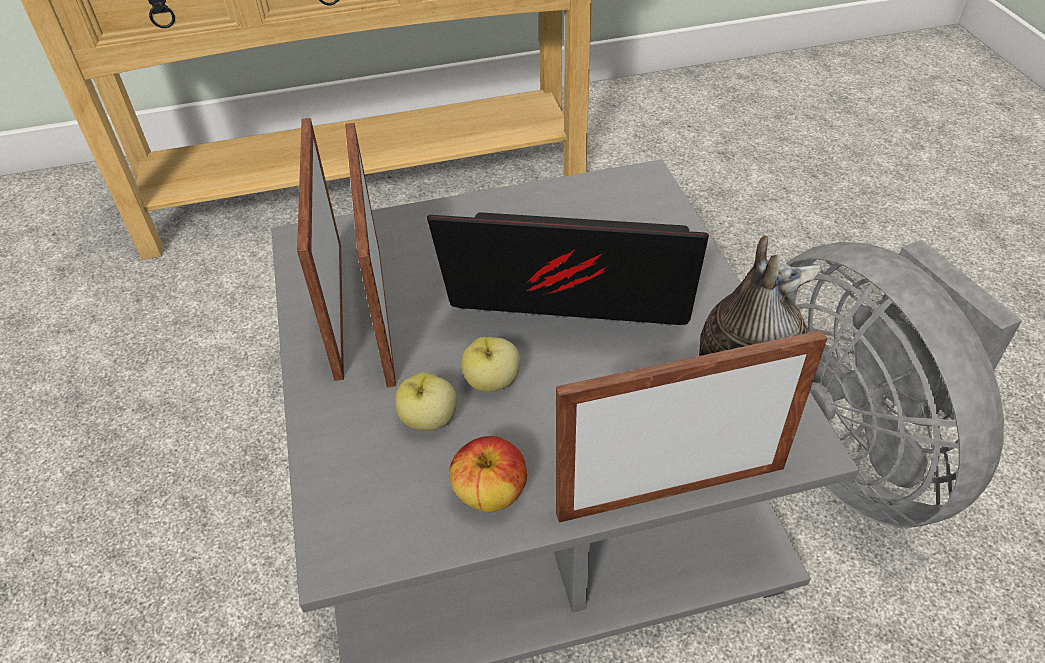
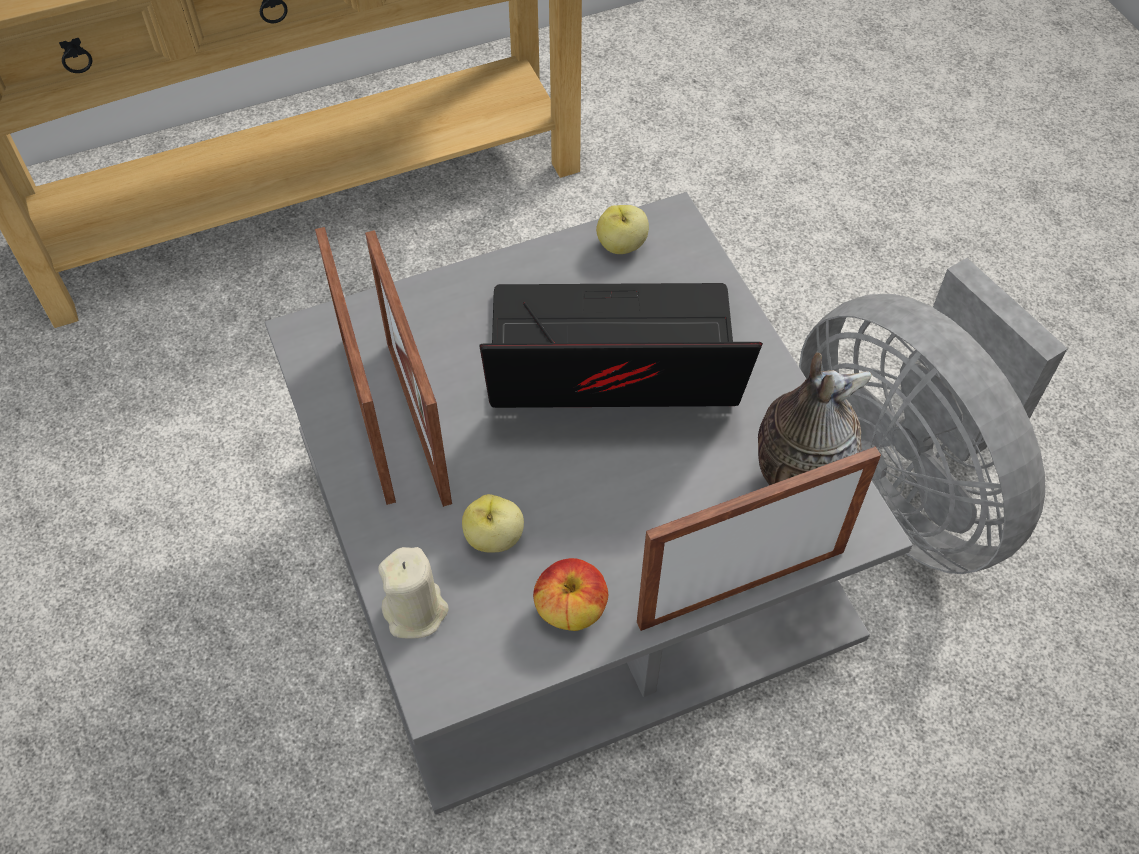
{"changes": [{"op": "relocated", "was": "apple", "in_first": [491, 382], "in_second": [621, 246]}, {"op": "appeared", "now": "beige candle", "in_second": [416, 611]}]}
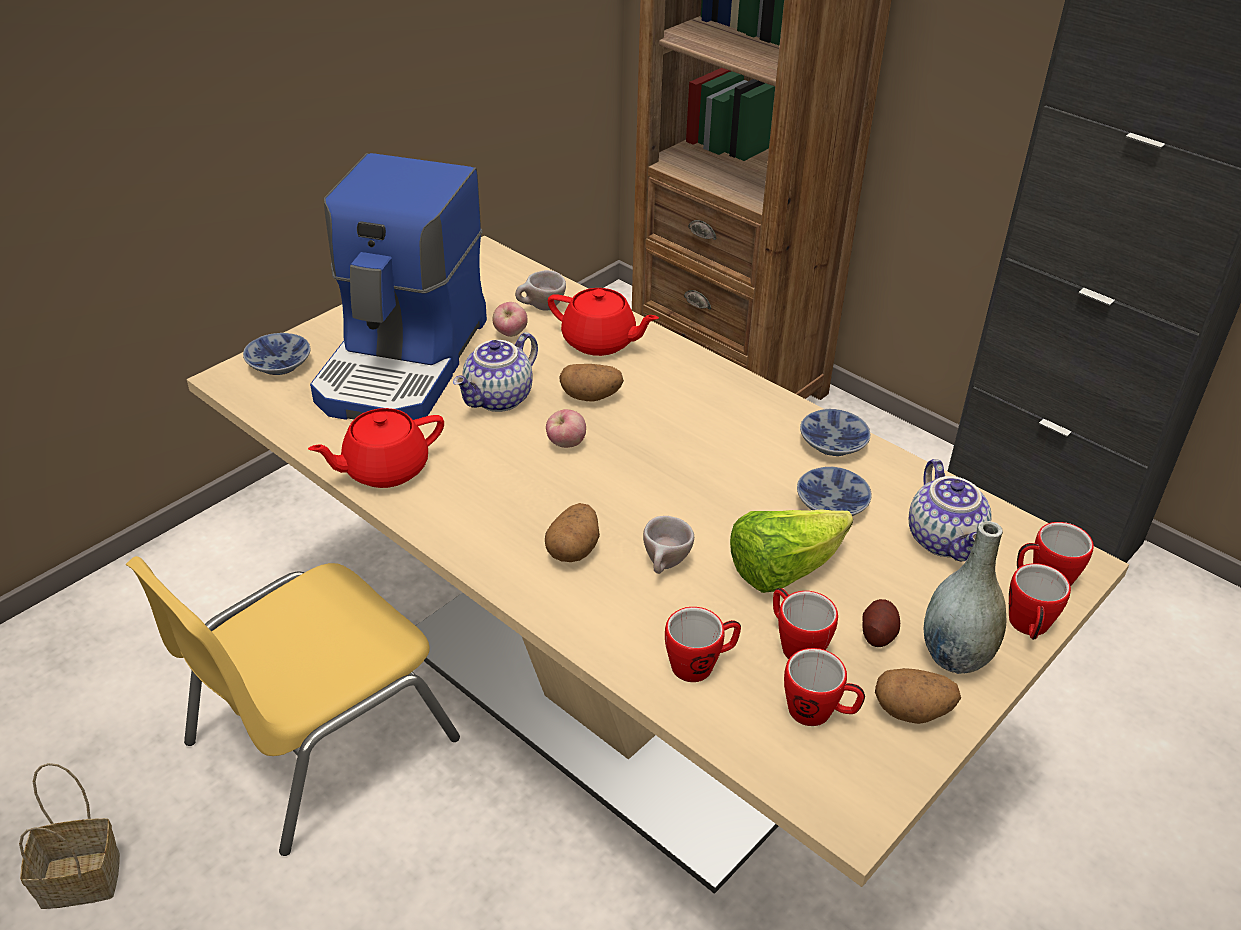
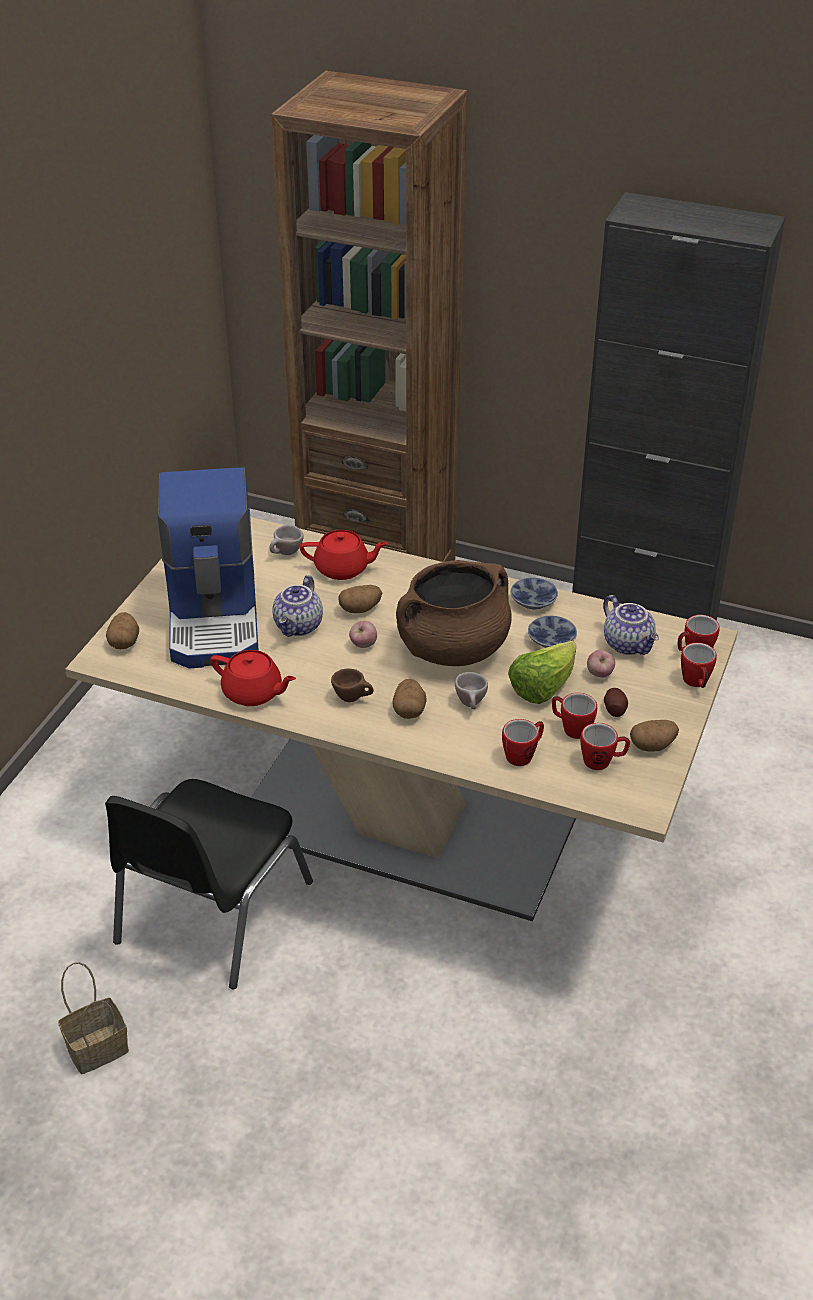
{"changes": [{"op": "colour", "was": "yellow chair", "now": "black chair", "in_first": [316, 741], "in_second": [210, 913]}, {"op": "exchanged", "was": "bowl", "now": "potato", "in_first": [277, 365], "in_second": [124, 642]}, {"op": "spun", "was": "red teapot", "in_first": [384, 469], "in_second": [253, 693], "clockwise": -105}, {"op": "relocated", "was": "apple", "in_first": [510, 334], "in_second": [599, 674]}, {"op": "missing", "was": "grey vase", "in_first": [955, 656]}, {"op": "appeared", "now": "brown cup", "in_second": [353, 698]}, {"op": "appeared", "now": "brown cooking pot", "in_second": [452, 649]}]}
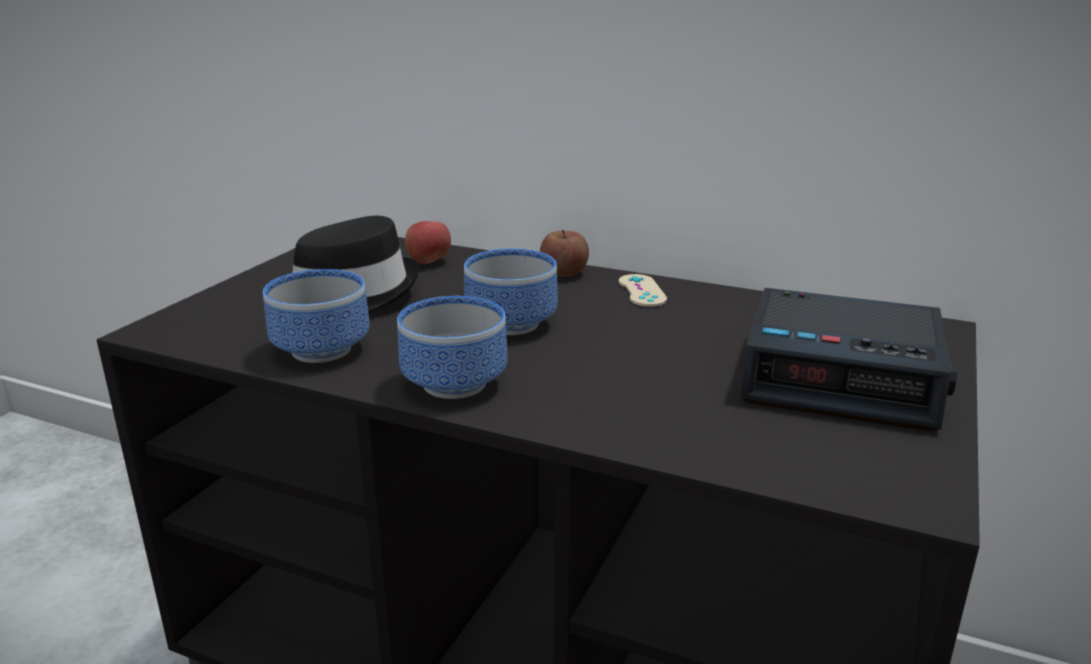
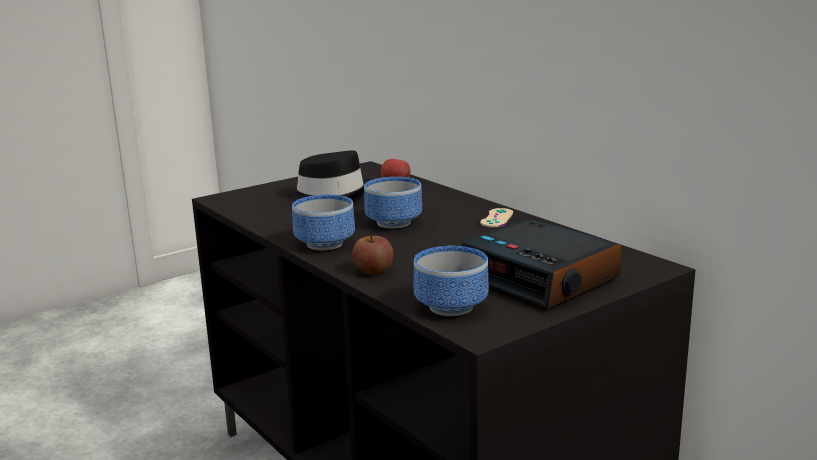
{"changes": [{"op": "relocated", "was": "bowl", "in_first": [324, 351], "in_second": [452, 308]}, {"op": "relocated", "was": "apple", "in_first": [564, 273], "in_second": [373, 270]}]}
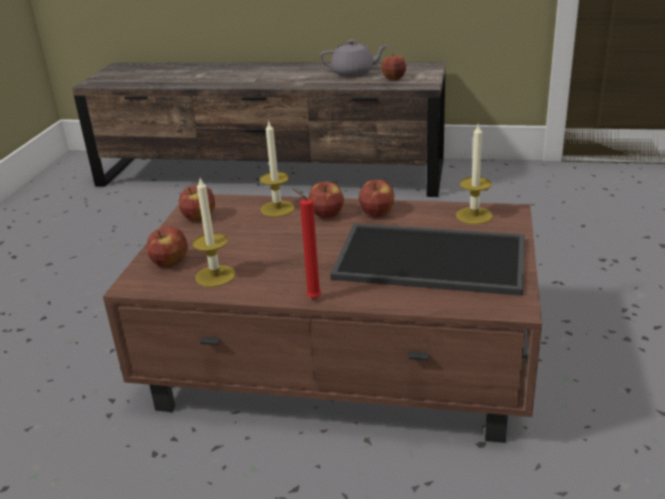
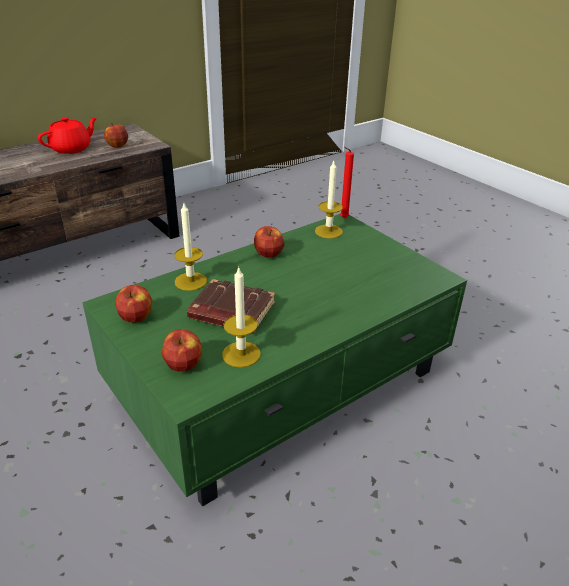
{"changes": [{"op": "colour", "was": "brown coffee table", "now": "green coffee table", "in_first": [343, 363], "in_second": [283, 382]}, {"op": "relocated", "was": "red candle", "in_first": [311, 298], "in_second": [342, 218]}, {"op": "missing", "was": "apple", "in_first": [327, 214]}, {"op": "colour", "was": "grey teapot", "now": "red teapot", "in_first": [353, 73], "in_second": [72, 149]}, {"op": "missing", "was": "tray", "in_first": [433, 257]}, {"op": "appeared", "now": "brown book", "in_second": [230, 312]}]}
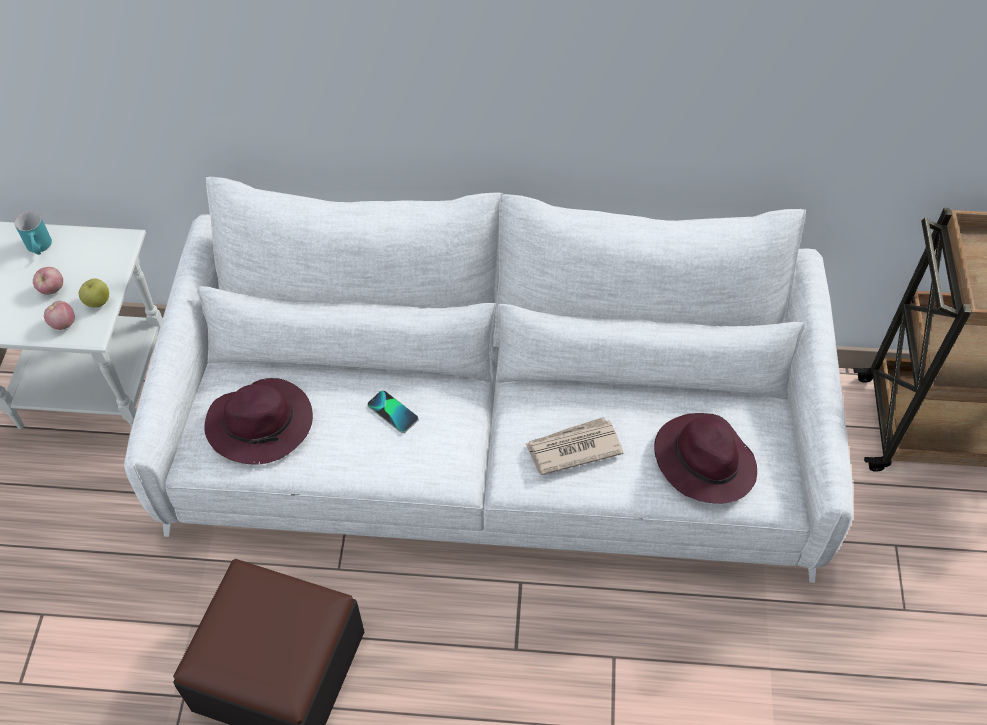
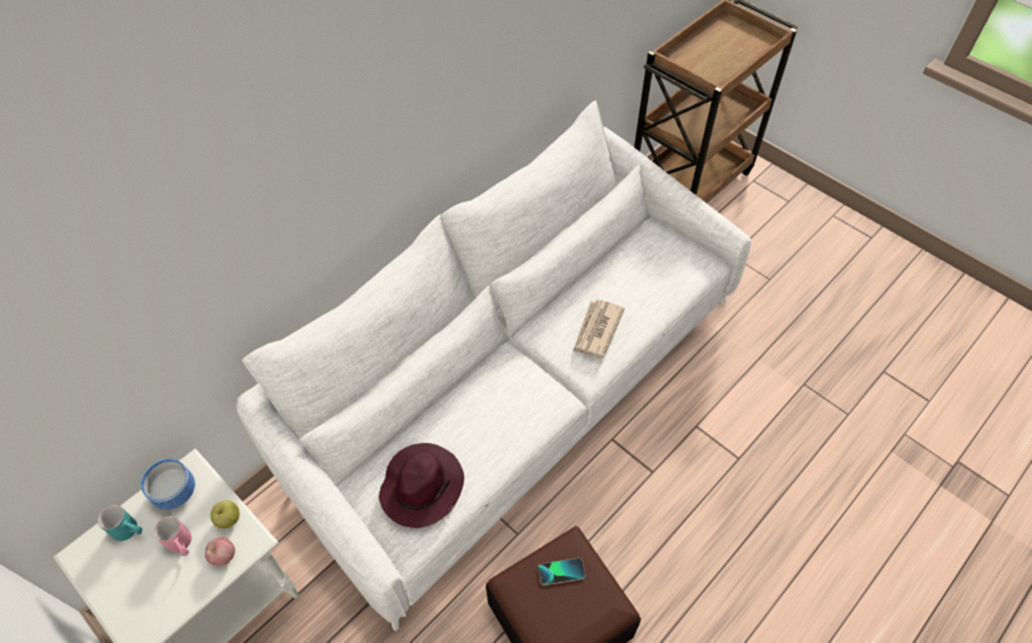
{"changes": [{"op": "exchanged", "was": "apple", "now": "pink mug", "in_first": [52, 289], "in_second": [182, 545]}, {"op": "relocated", "was": "phone", "in_first": [393, 412], "in_second": [561, 571]}, {"op": "missing", "was": "purple hat", "in_first": [703, 460]}, {"op": "appeared", "now": "bowl", "in_second": [177, 490]}]}
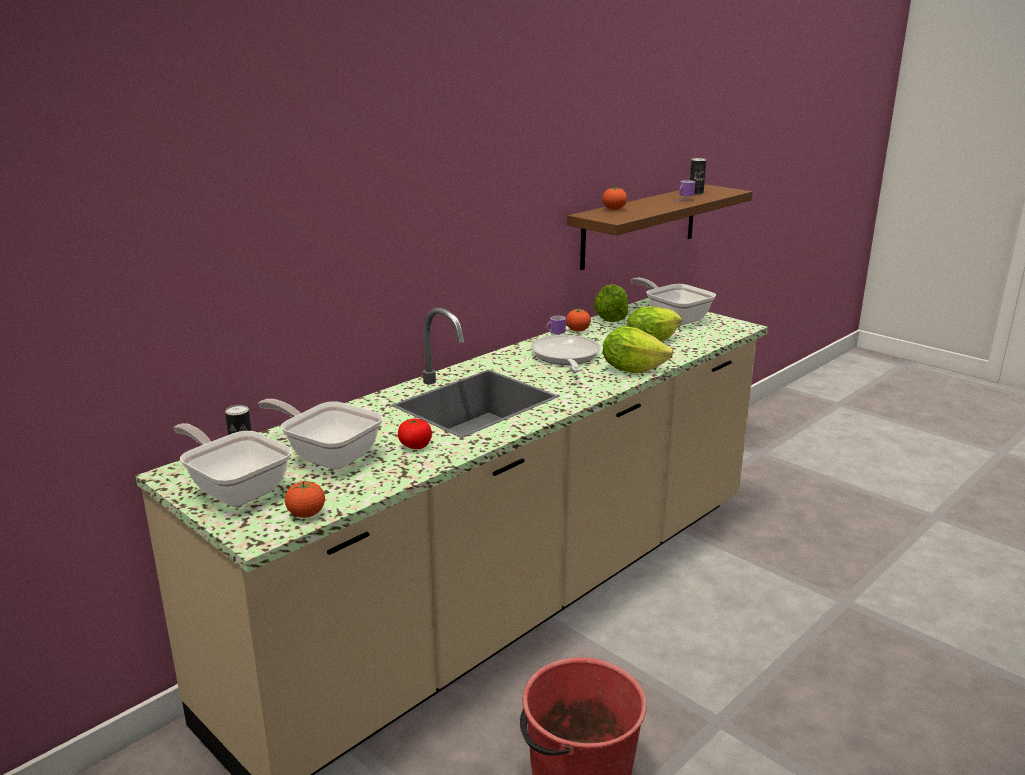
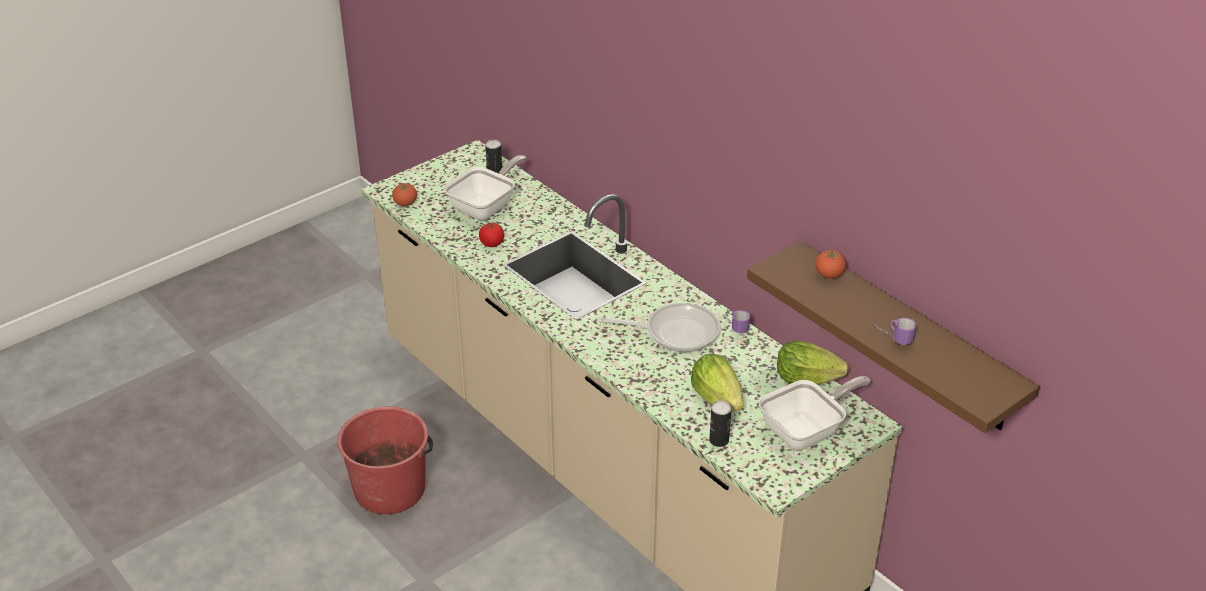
{"changes": [{"op": "missing", "was": "frying pan", "in_first": [235, 489]}, {"op": "missing", "was": "tomato", "in_first": [577, 331]}, {"op": "missing", "was": "lettuce", "in_first": [632, 369]}, {"op": "relocated", "was": "can", "in_first": [696, 193], "in_second": [719, 440]}]}
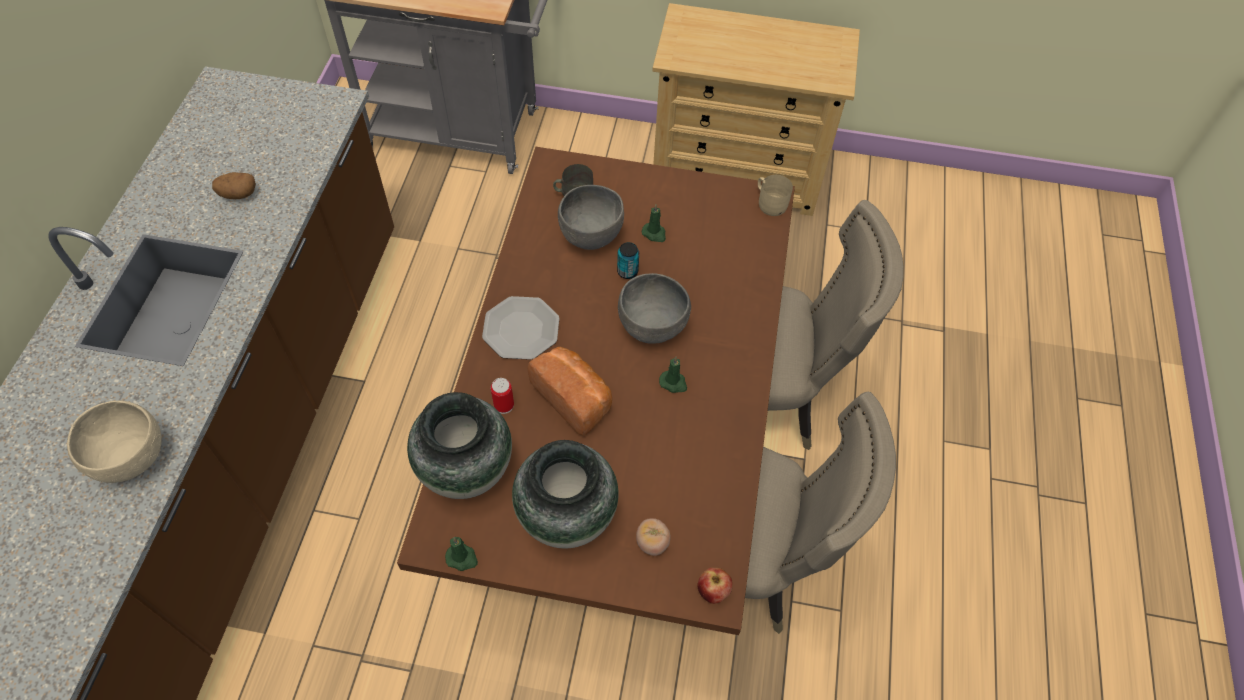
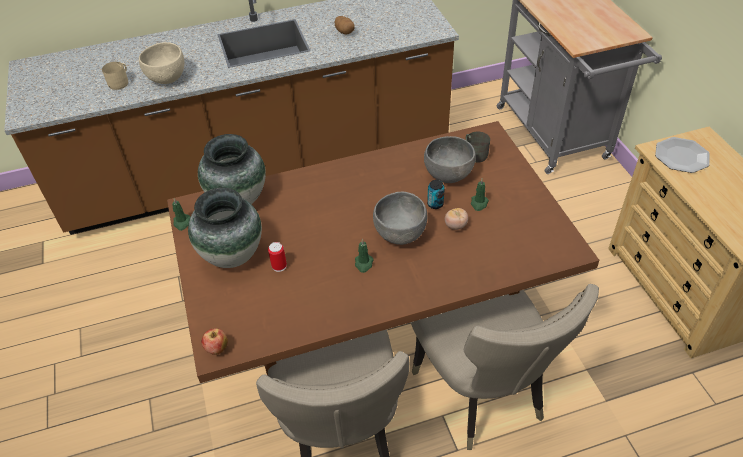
{"changes": [{"op": "relocated", "was": "plate", "in_first": [521, 329], "in_second": [681, 156]}, {"op": "relocated", "was": "can", "in_first": [504, 405], "in_second": [279, 266]}, {"op": "missing", "was": "bread", "in_first": [574, 398]}, {"op": "relocated", "was": "tomato", "in_first": [652, 542], "in_second": [455, 225]}, {"op": "relocated", "was": "beige mug", "in_first": [770, 202], "in_second": [120, 82]}]}
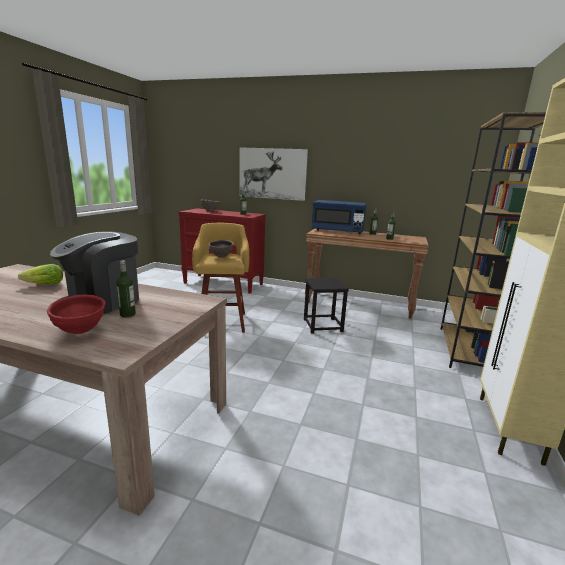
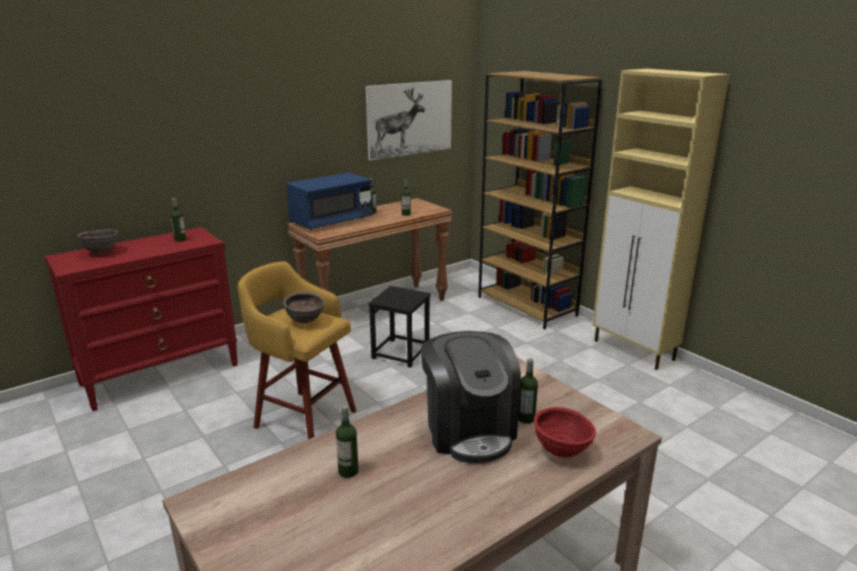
{"changes": [{"op": "exchanged", "was": "lettuce", "now": "bottle", "in_first": [44, 285], "in_second": [348, 471]}, {"op": "relocated", "was": "picture", "in_first": [272, 173], "in_second": [409, 119]}]}
